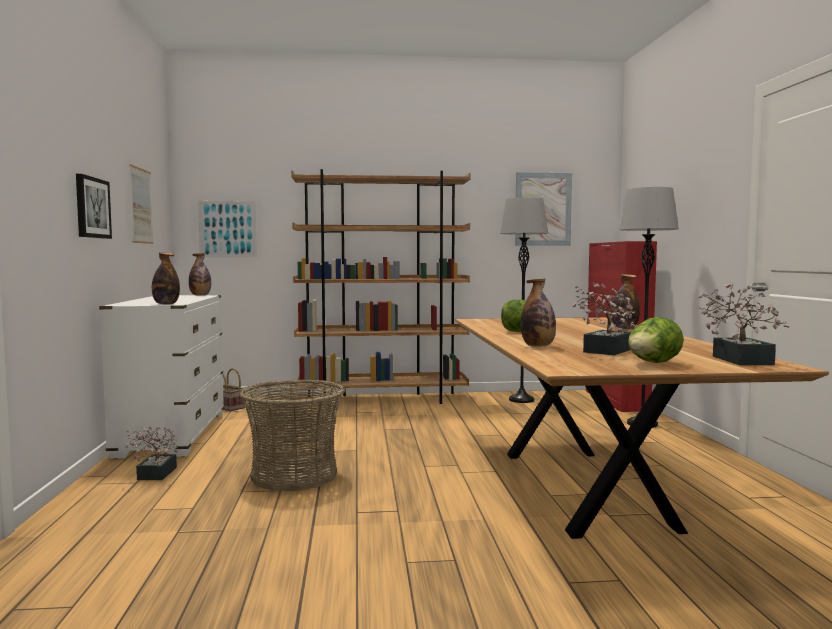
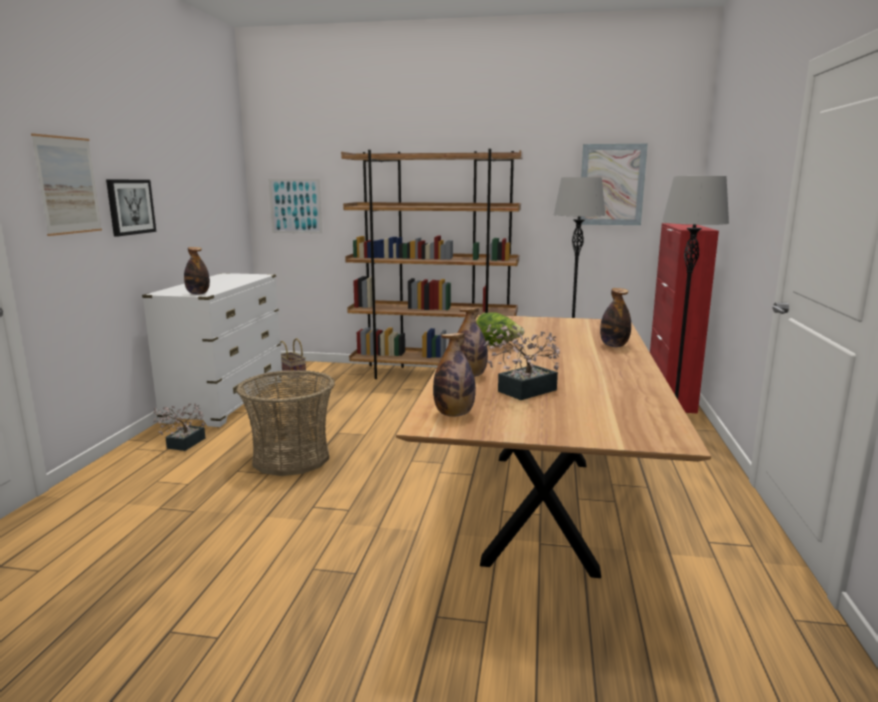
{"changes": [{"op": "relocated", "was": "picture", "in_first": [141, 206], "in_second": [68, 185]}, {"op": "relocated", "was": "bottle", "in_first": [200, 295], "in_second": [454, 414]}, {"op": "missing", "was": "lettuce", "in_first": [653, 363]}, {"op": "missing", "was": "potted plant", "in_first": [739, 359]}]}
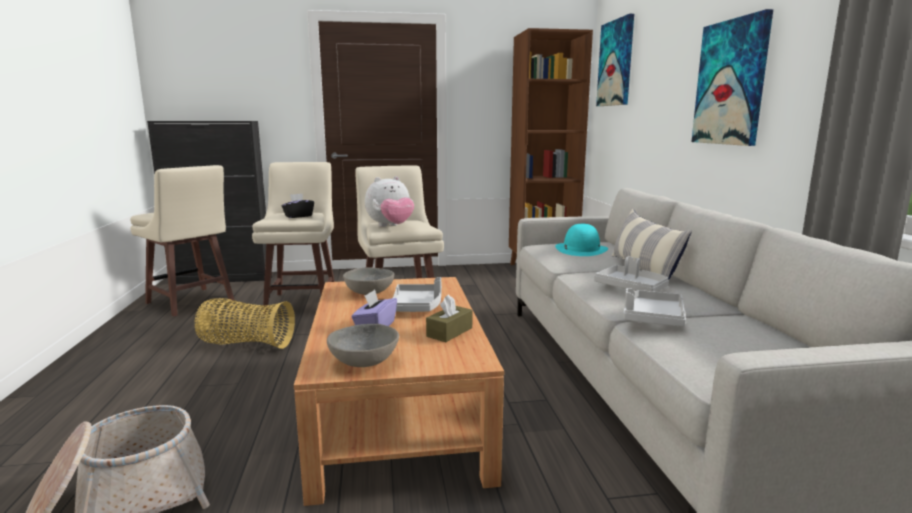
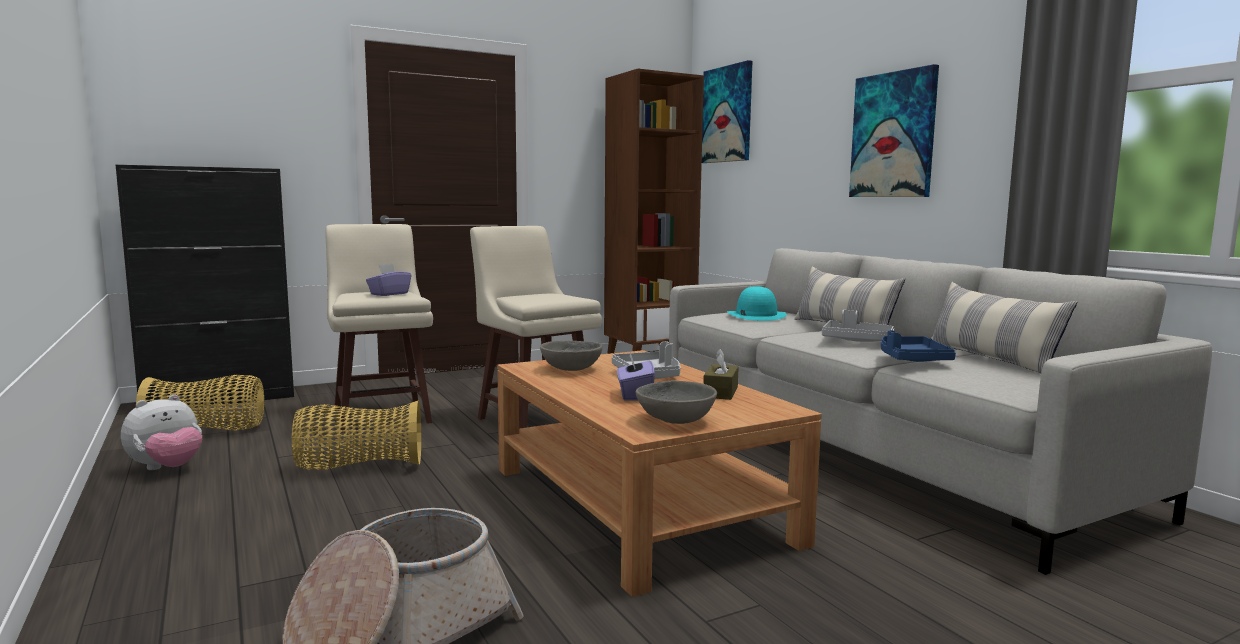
{"changes": [{"op": "exchanged", "was": "beige stool", "now": "basket", "in_first": [191, 302], "in_second": [208, 431]}, {"op": "colour", "was": "black tissue box", "now": "purple tissue box", "in_first": [298, 216], "in_second": [389, 294]}, {"op": "relocated", "was": "plush toy", "in_first": [391, 226], "in_second": [167, 468]}, {"op": "colour", "was": "grey tray", "now": "blue tray", "in_first": [652, 318], "in_second": [911, 359]}, {"op": "appeared", "now": "pillow", "in_second": [990, 360]}]}
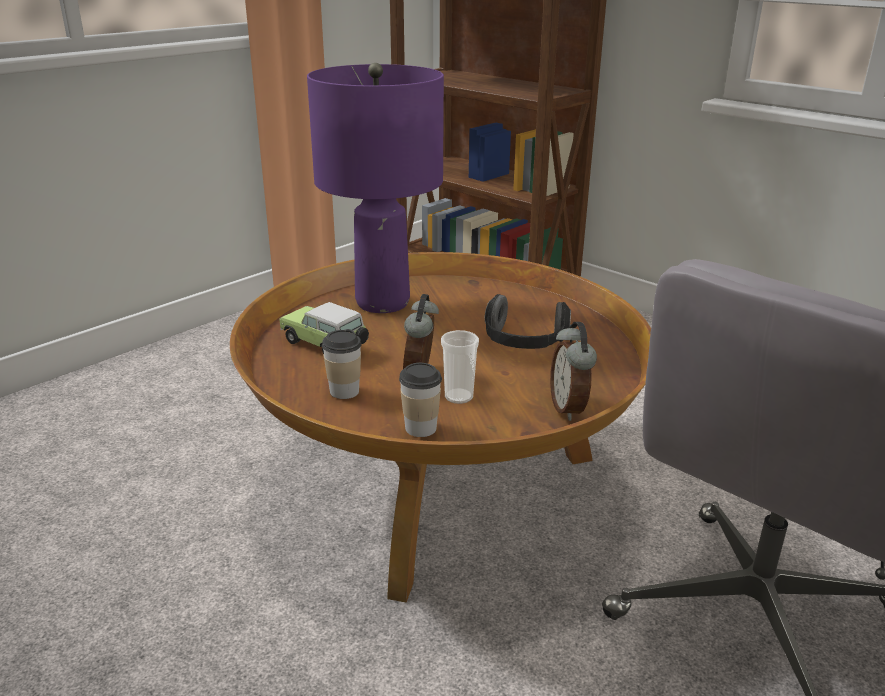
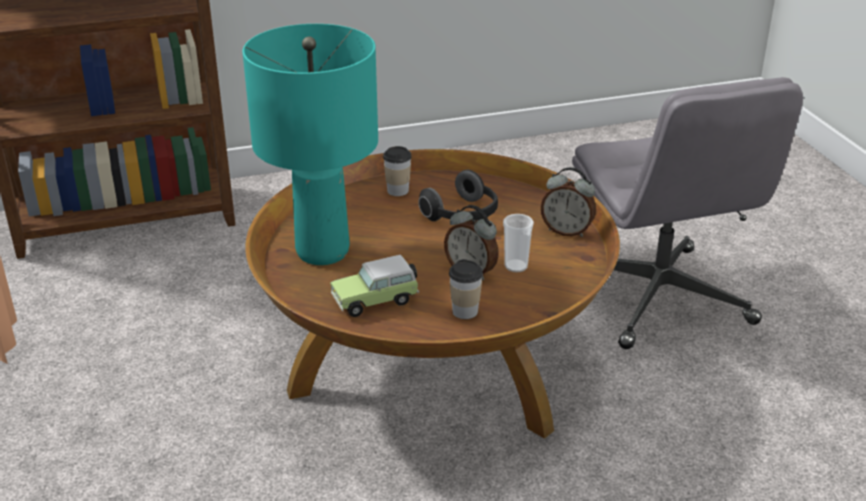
{"changes": [{"op": "colour", "was": "purple table lamp", "now": "turquoise table lamp", "in_first": [383, 303], "in_second": [324, 251]}, {"op": "relocated", "was": "cup", "in_first": [420, 428], "in_second": [398, 191]}]}
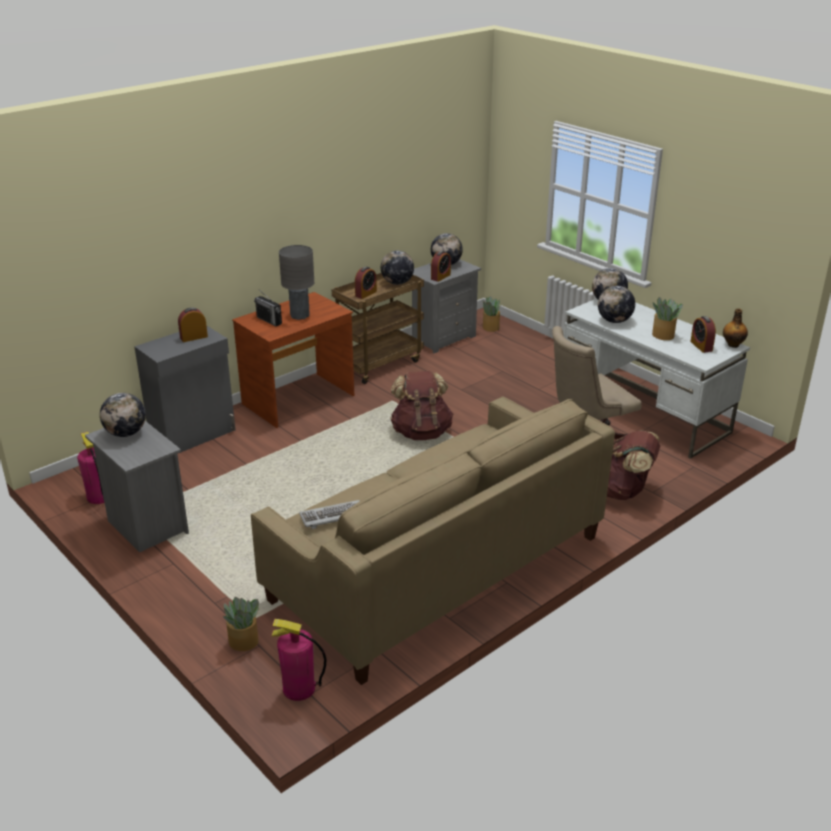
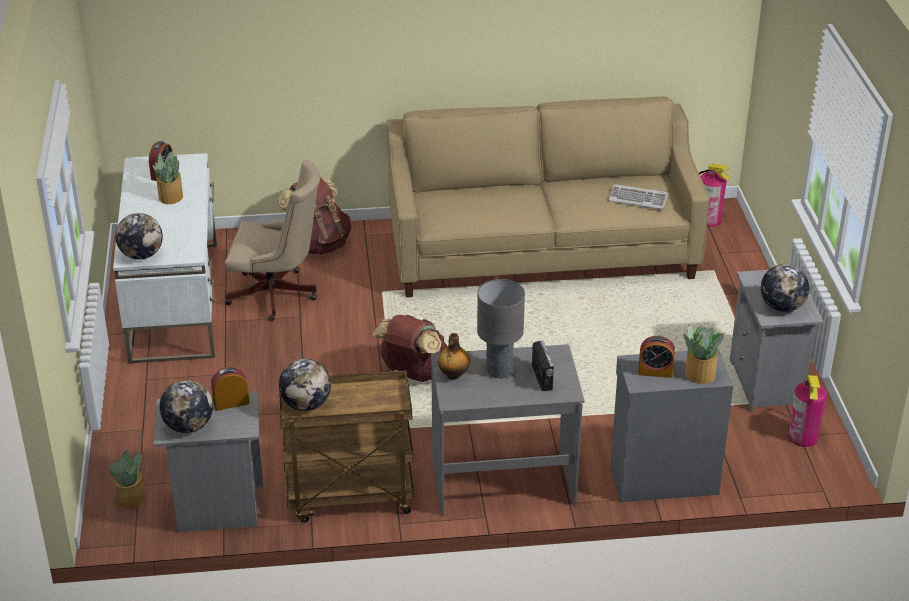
{"changes": [{"op": "relocated", "was": "potted plant", "in_first": [244, 641], "in_second": [699, 374]}, {"op": "colour", "was": "brown desk", "now": "grey desk", "in_first": [299, 400], "in_second": [503, 480]}, {"op": "missing", "was": "alarm clock", "in_first": [366, 294]}, {"op": "missing", "was": "globe", "in_first": [614, 321]}, {"op": "relocated", "was": "bottle", "in_first": [733, 344], "in_second": [453, 375]}]}
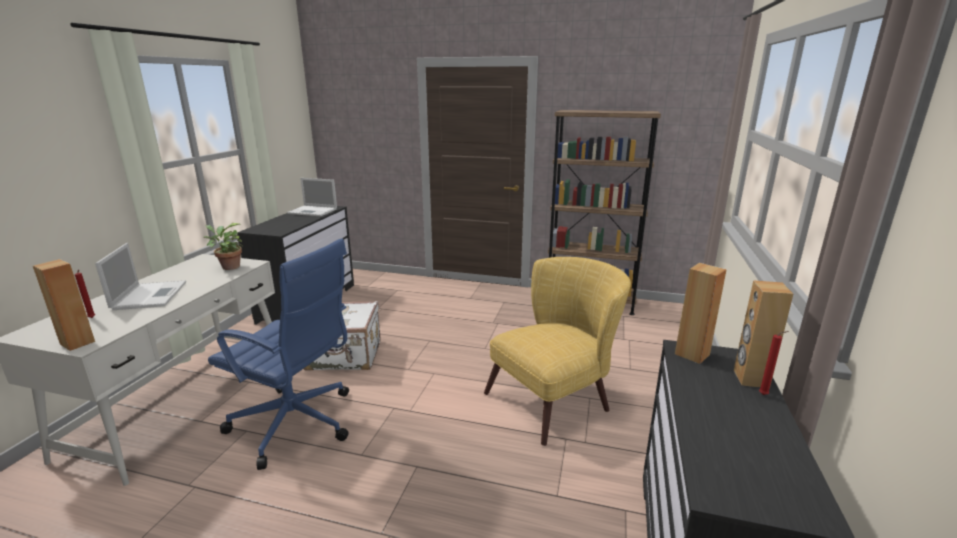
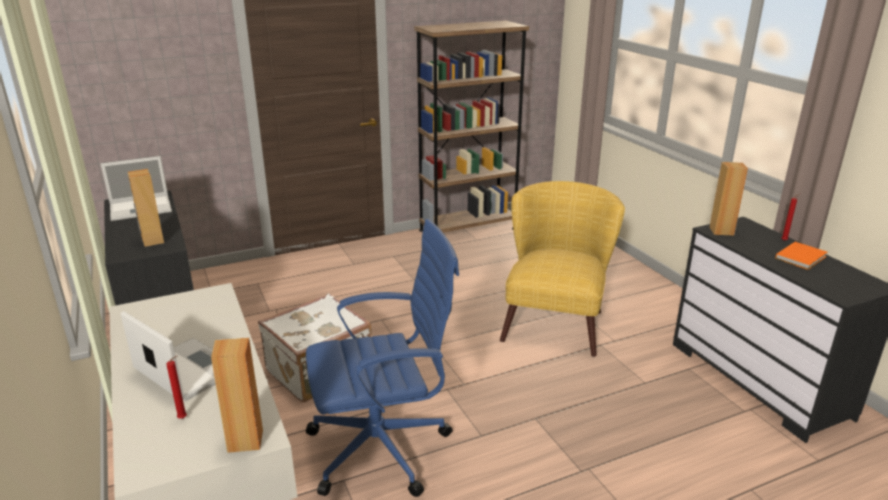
{"changes": [{"op": "missing", "was": "potted plant", "in_first": [228, 267]}, {"op": "relocated", "was": "brown speaker", "in_first": [750, 378], "in_second": [152, 241]}, {"op": "appeared", "now": "orange book", "in_second": [802, 257]}]}
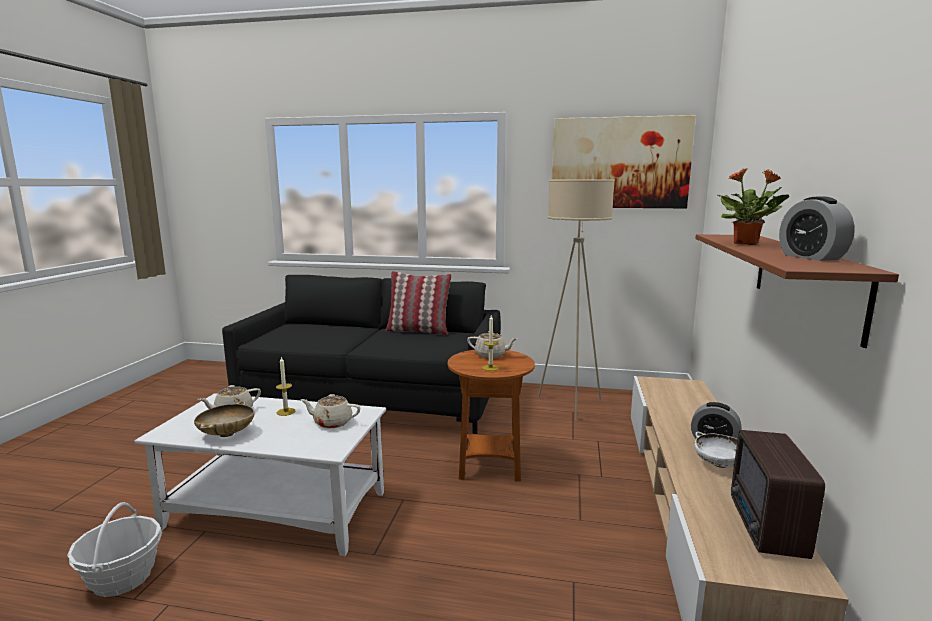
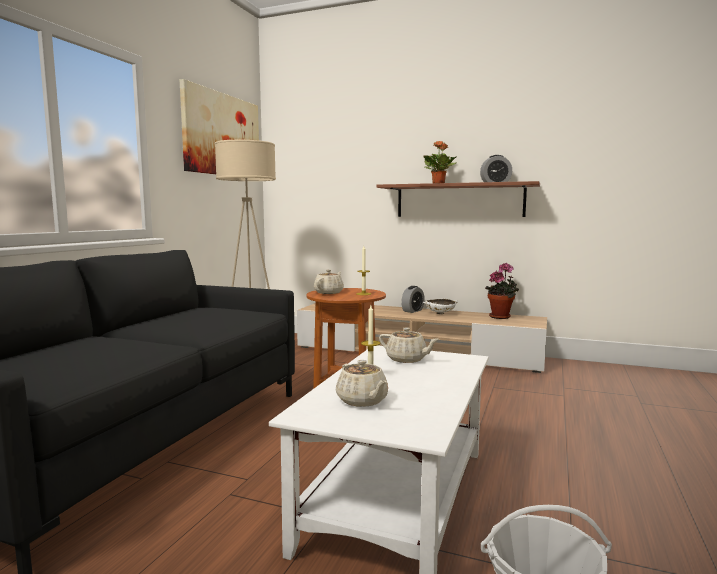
{"changes": [{"op": "missing", "was": "beige bowl", "in_first": [226, 434]}, {"op": "spun", "was": "beige teapot", "in_first": [332, 422], "in_second": [407, 359], "clockwise": -75}, {"op": "missing", "was": "pillow", "in_first": [418, 331]}, {"op": "exchanged", "was": "radio", "now": "potted plant", "in_first": [765, 528], "in_second": [501, 317]}]}
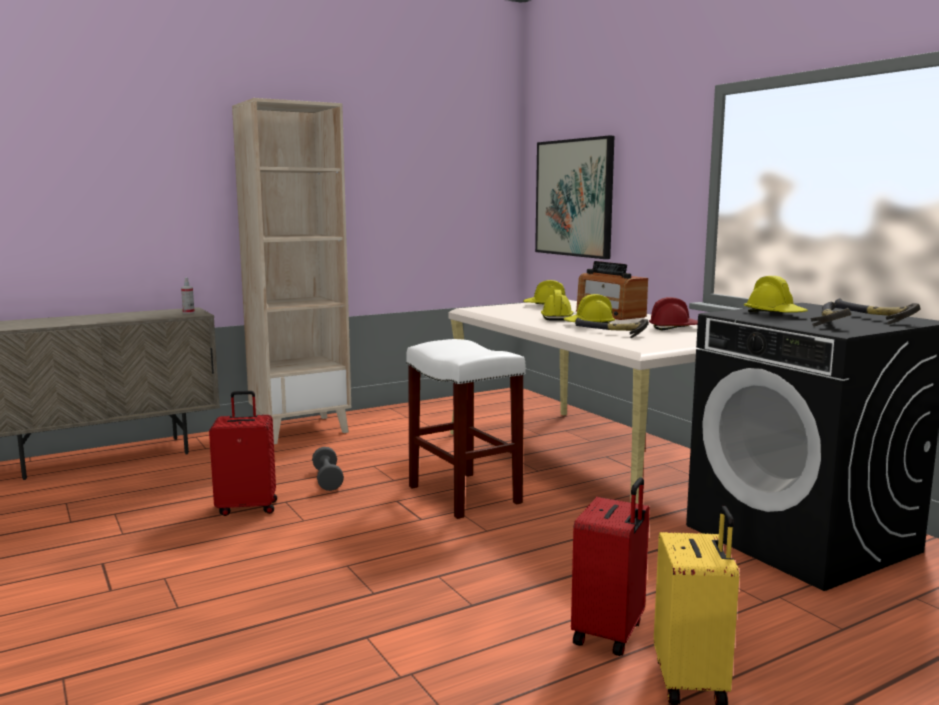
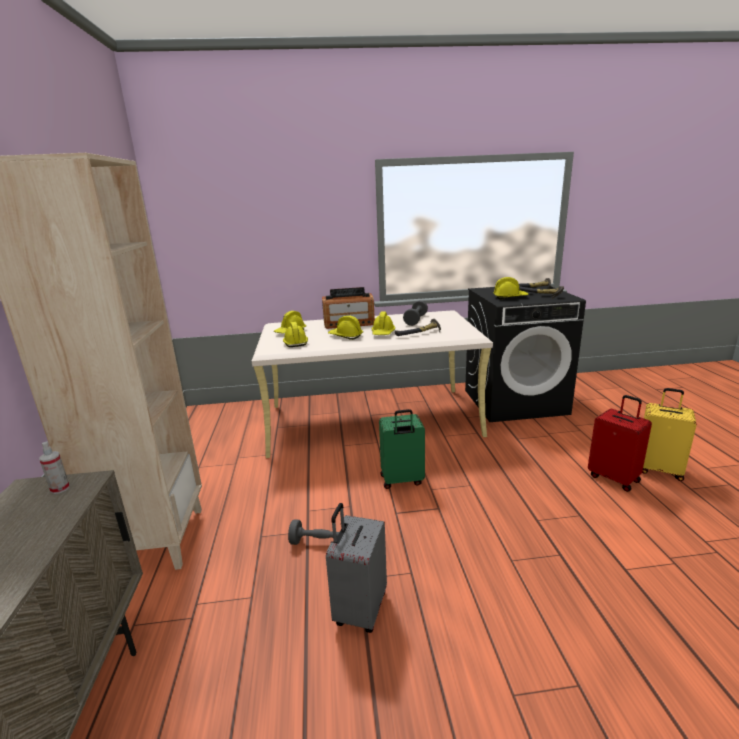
{"changes": [{"op": "colour", "was": "red suitcase", "now": "grey suitcase", "in_first": [247, 507], "in_second": [359, 609]}, {"op": "exchanged", "was": "white stool", "now": "green suitcase", "in_first": [462, 494], "in_second": [402, 480]}, {"op": "missing", "was": "picture", "in_first": [574, 198]}, {"op": "exchanged", "was": "red hard hat", "now": "grey dumbbell", "in_first": [674, 328], "in_second": [415, 320]}, {"op": "appeared", "now": "yellow hard hat", "in_second": [295, 342]}]}
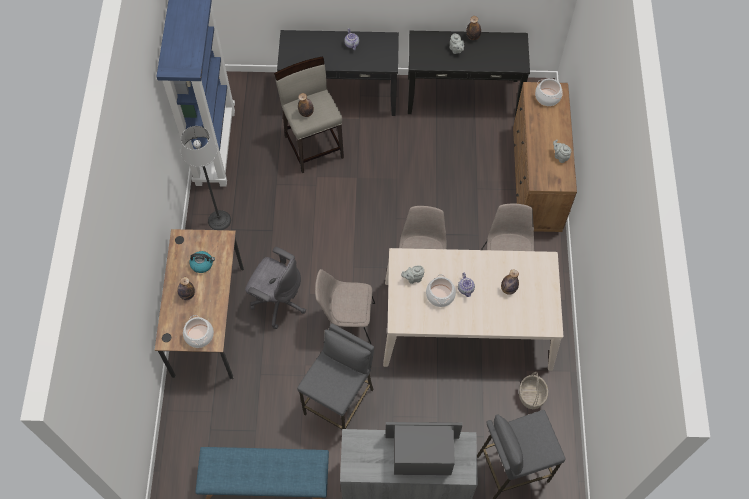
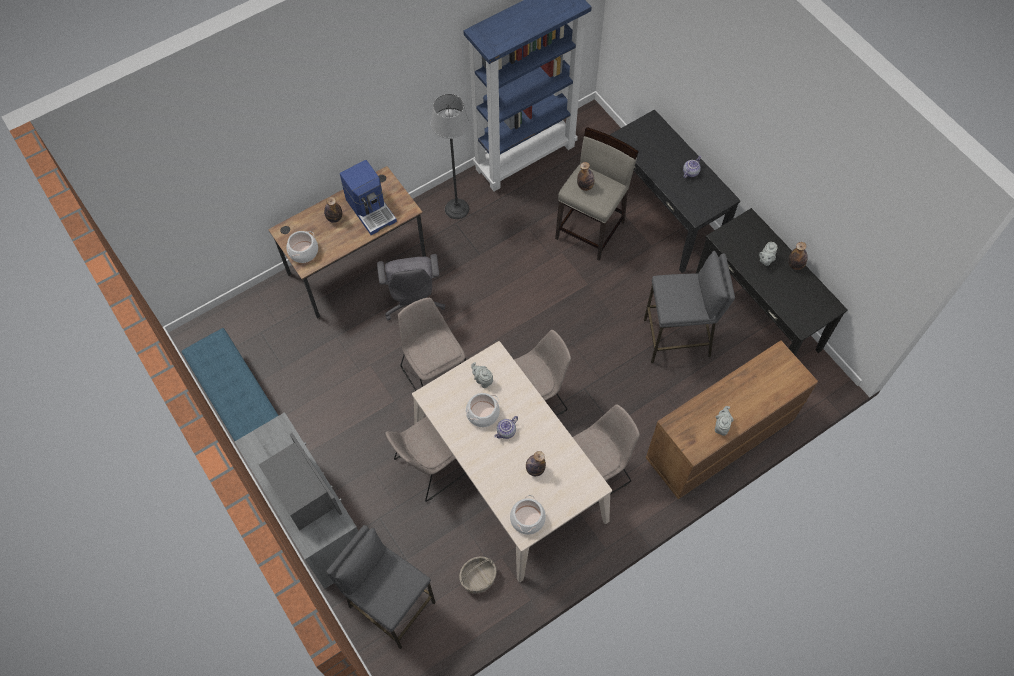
{"changes": [{"op": "exchanged", "was": "kettle", "now": "coffee machine", "in_first": [202, 264], "in_second": [371, 209]}, {"op": "relocated", "was": "grey stool", "in_first": [340, 402], "in_second": [677, 339]}, {"op": "relocated", "was": "cooking pot", "in_first": [547, 97], "in_second": [527, 519]}, {"op": "appeared", "now": "beige chair", "in_second": [429, 467]}]}
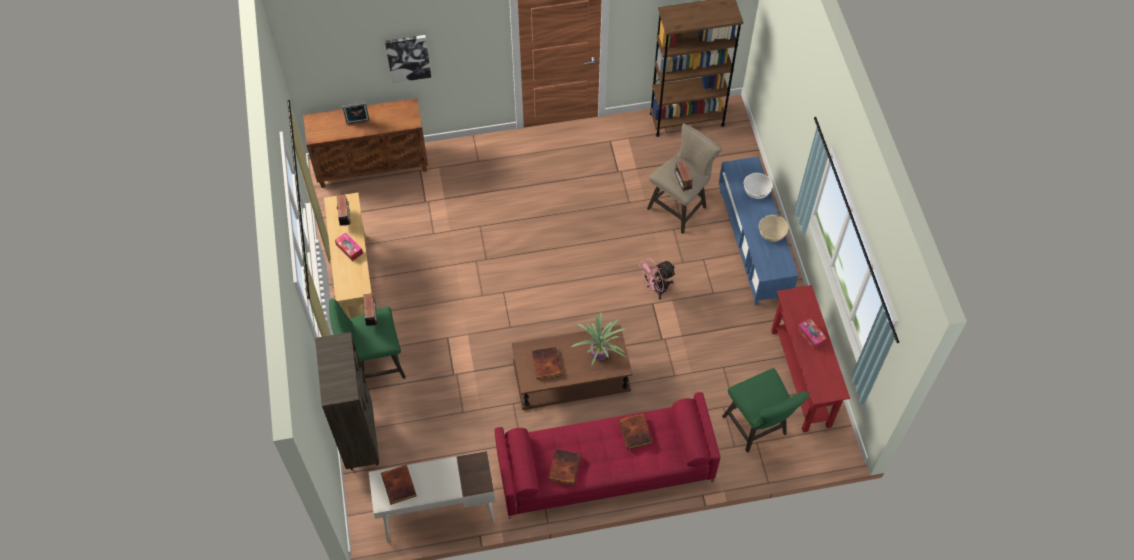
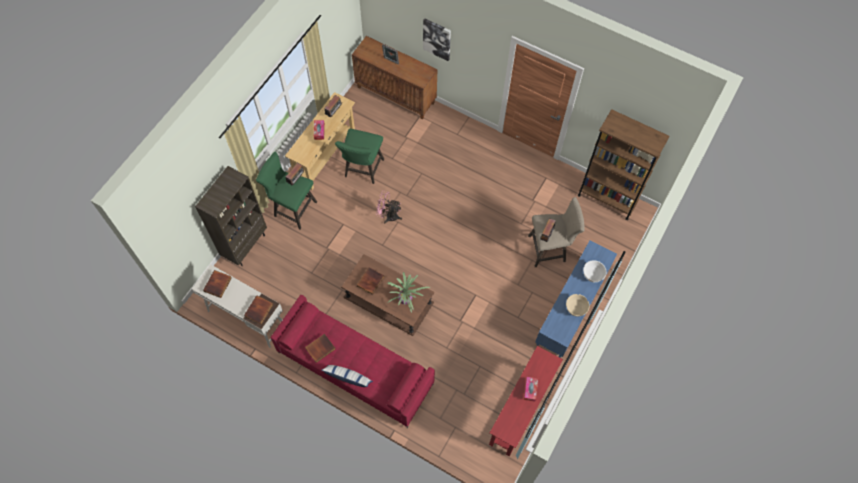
{"changes": [{"op": "relocated", "was": "book", "in_first": [636, 432], "in_second": [259, 311]}, {"op": "relocated", "was": "pink fan", "in_first": [656, 289], "in_second": [388, 216]}, {"op": "relocated", "was": "green stool", "in_first": [757, 428], "in_second": [362, 170]}, {"op": "appeared", "now": "pillow", "in_second": [348, 378]}]}
